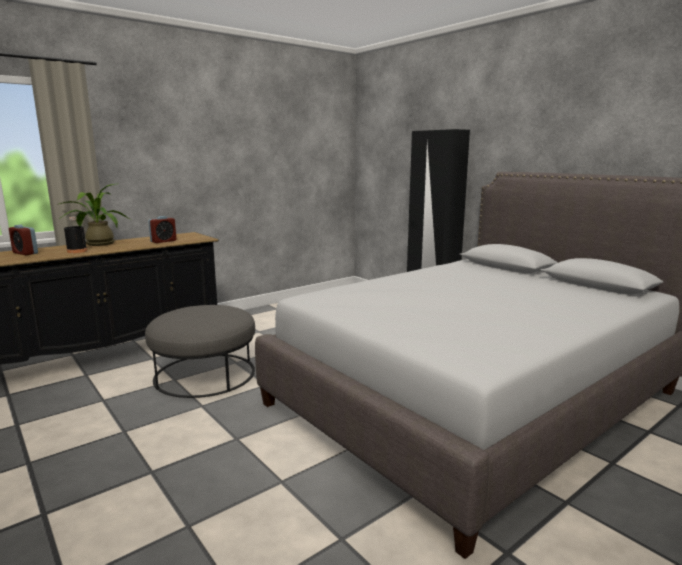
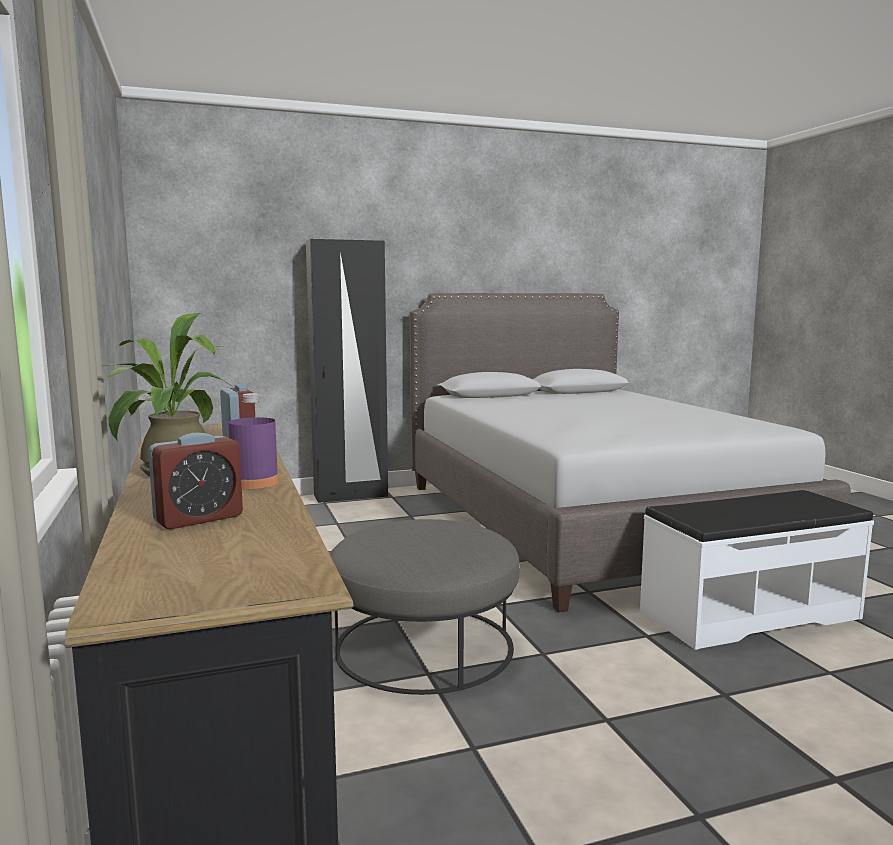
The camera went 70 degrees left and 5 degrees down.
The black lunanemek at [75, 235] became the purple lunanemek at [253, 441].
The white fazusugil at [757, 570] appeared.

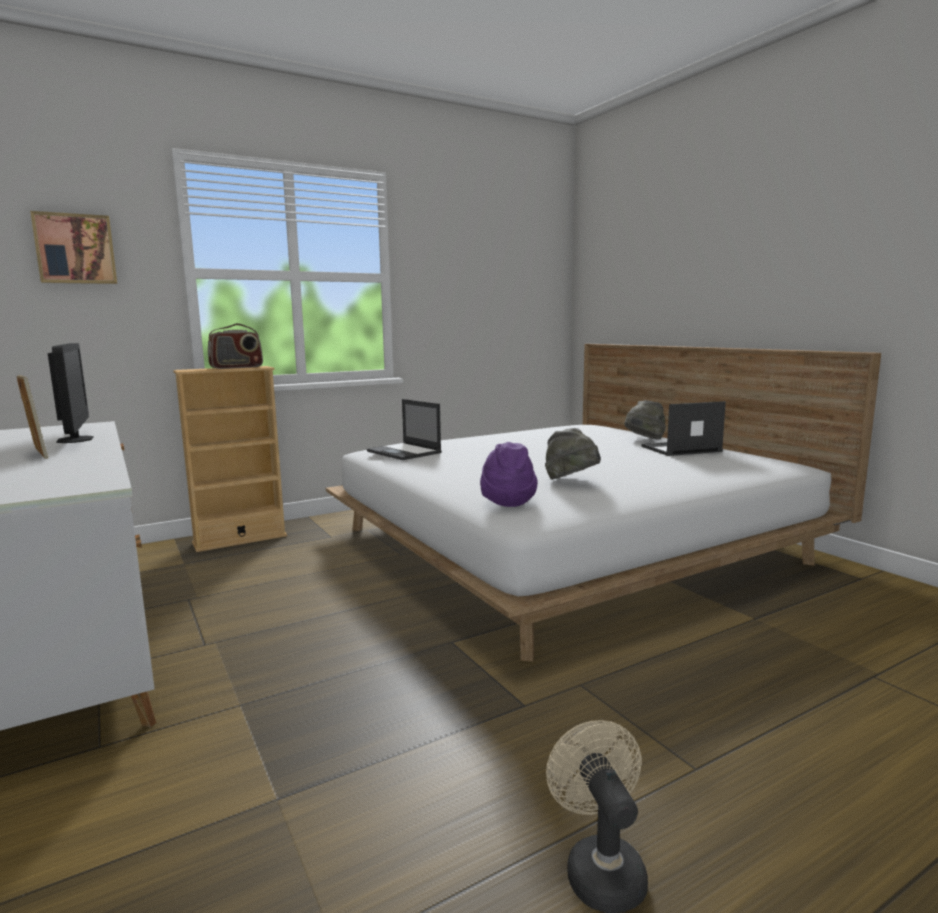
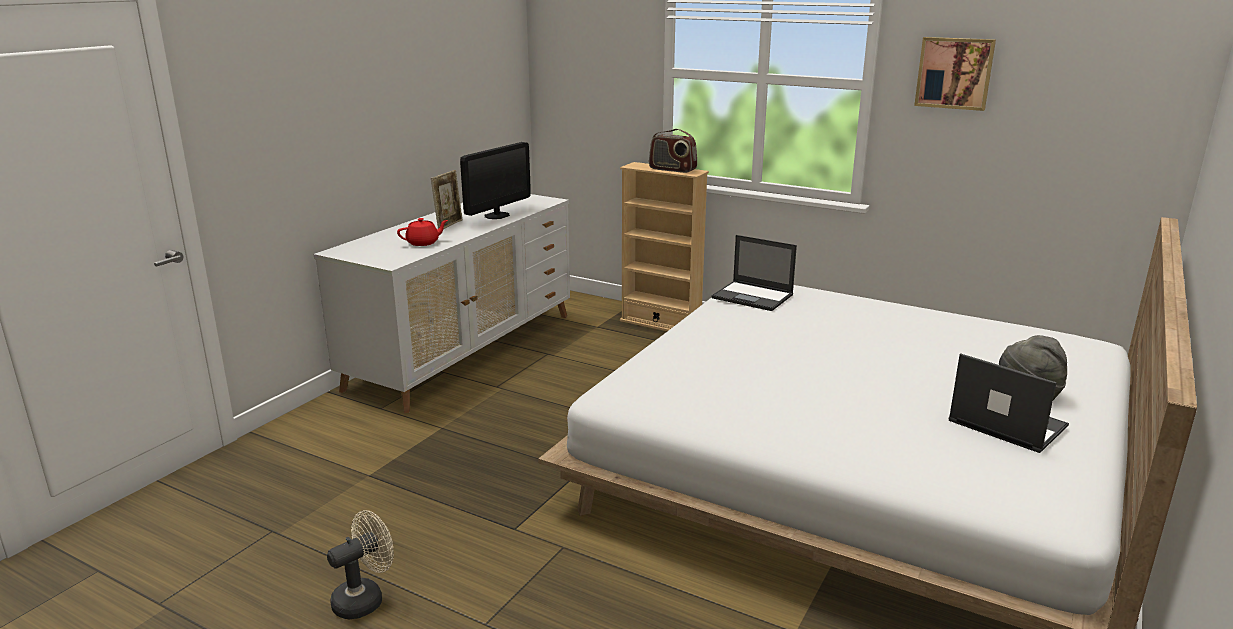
The camera went 60 degrees right and 10 degrees up.
The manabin moved from [73, 247] to [955, 74].
The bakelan at [404, 429] turned 75 degrees counterclockwise.
The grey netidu at [573, 454] disappeared.
The purple netidu at [508, 474] disappeared.
The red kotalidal at [422, 232] appeared.

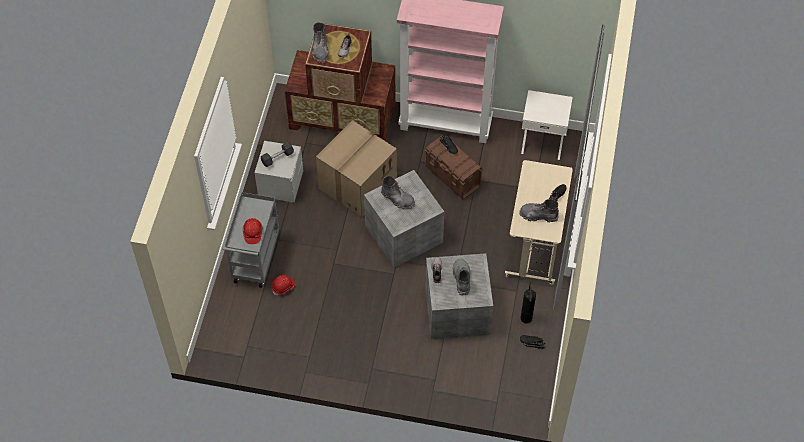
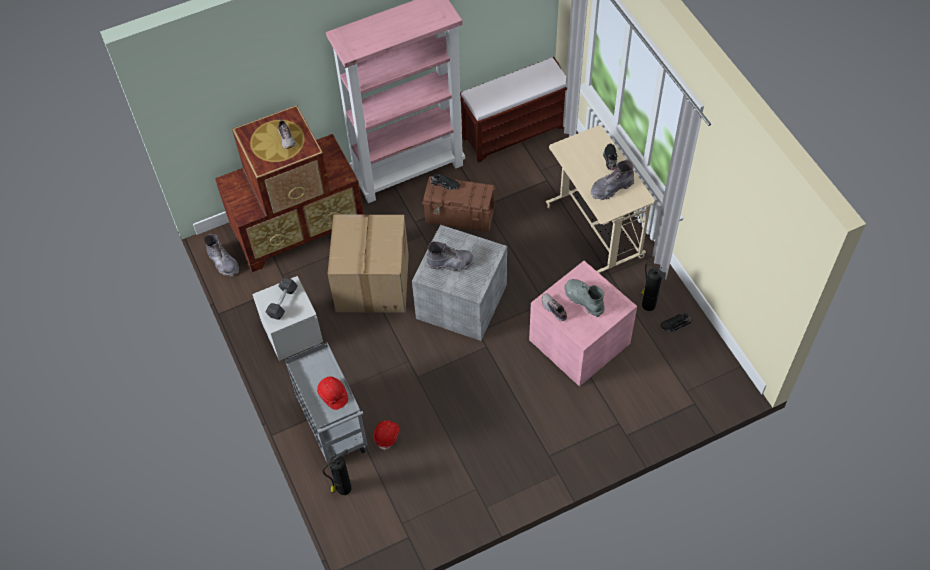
The camera went 35 degrees left and 0 degrees up.
The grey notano moved from [320, 42] to [221, 255].
The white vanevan at [547, 125] was replaced by the brown fazusugil at [513, 110].
The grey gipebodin at [459, 296] became the pink gipebodin at [583, 324].
The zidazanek at [337, 472] appeared.

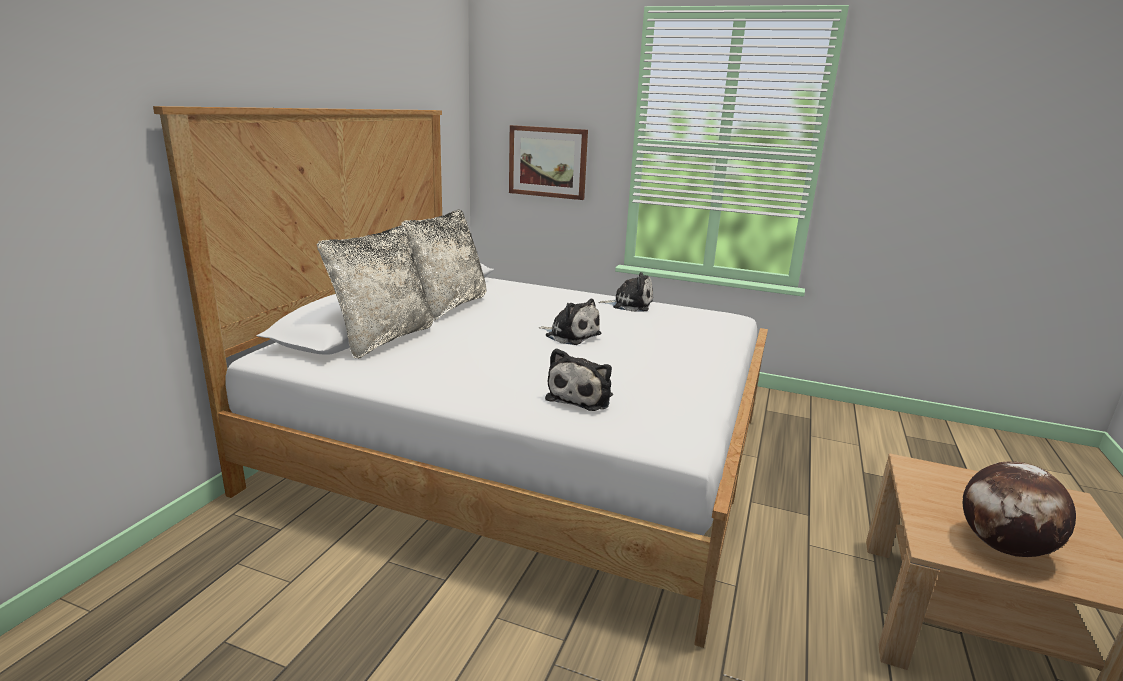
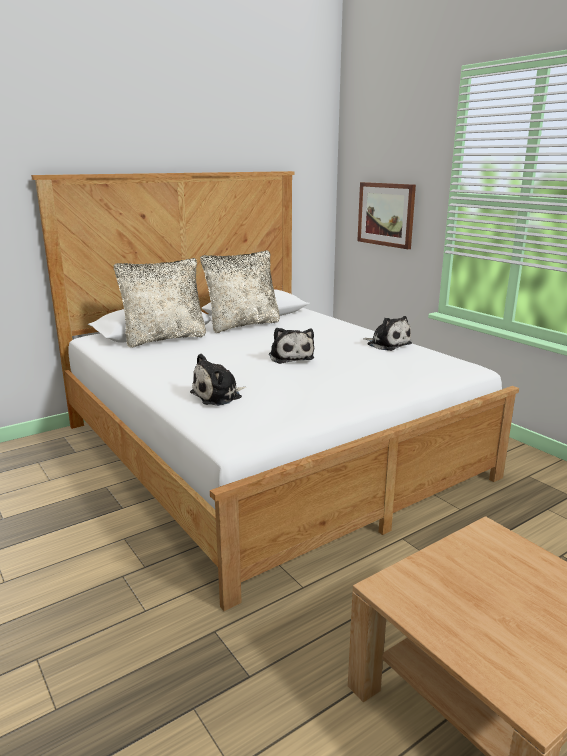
The camera went 35 degrees right and 0 degrees up.
The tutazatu at [1019, 509] disappeared.

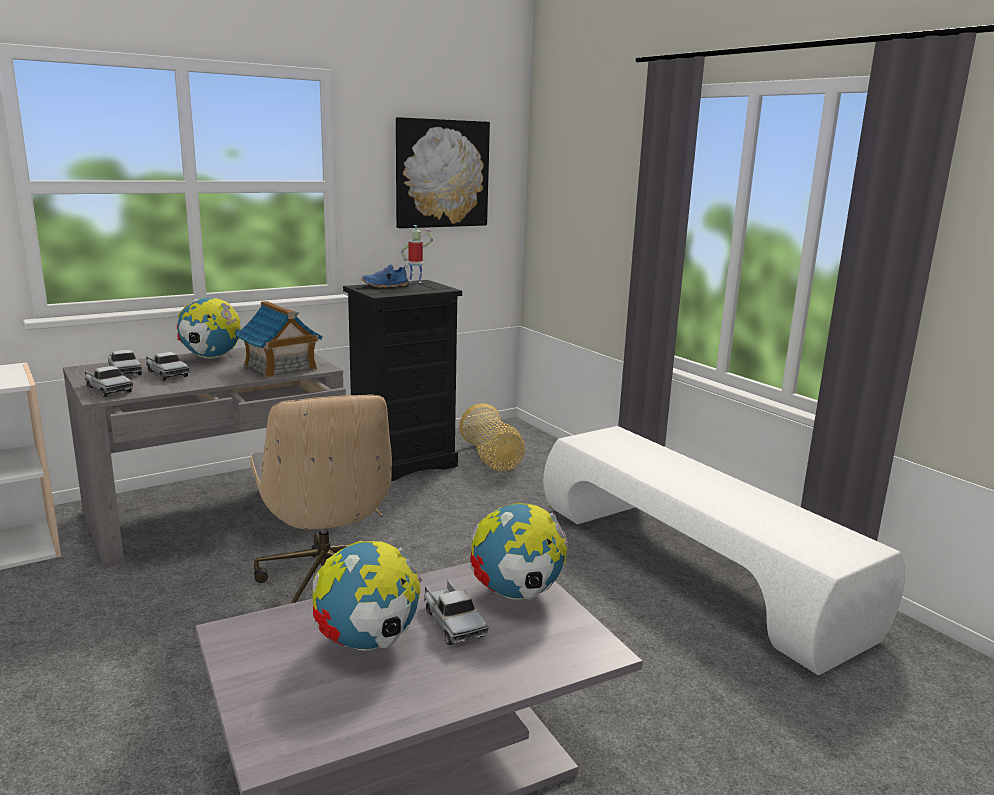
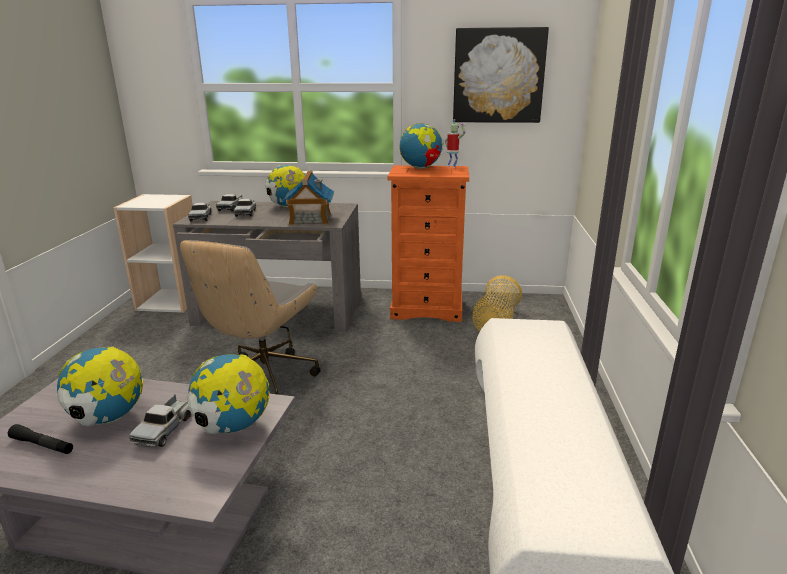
The camera went 40 degrees right and 5 degrees up.
The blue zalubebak at [385, 276] was replaced by the tutazatu at [421, 146].
The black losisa at [402, 380] became the orange losisa at [428, 243].
The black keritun at [40, 439] appeared.

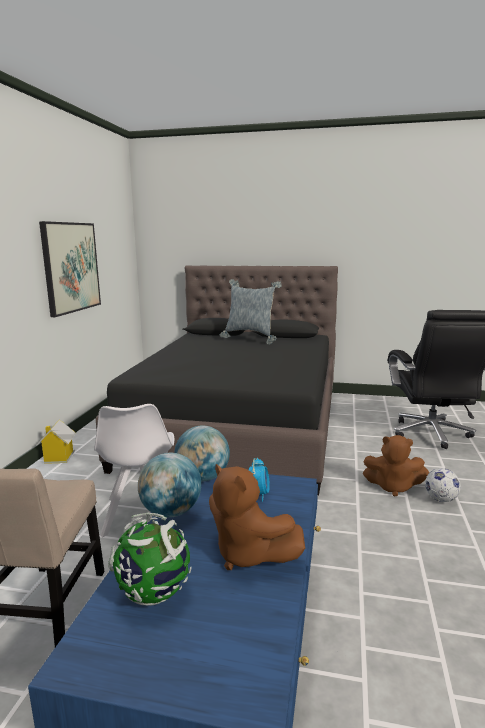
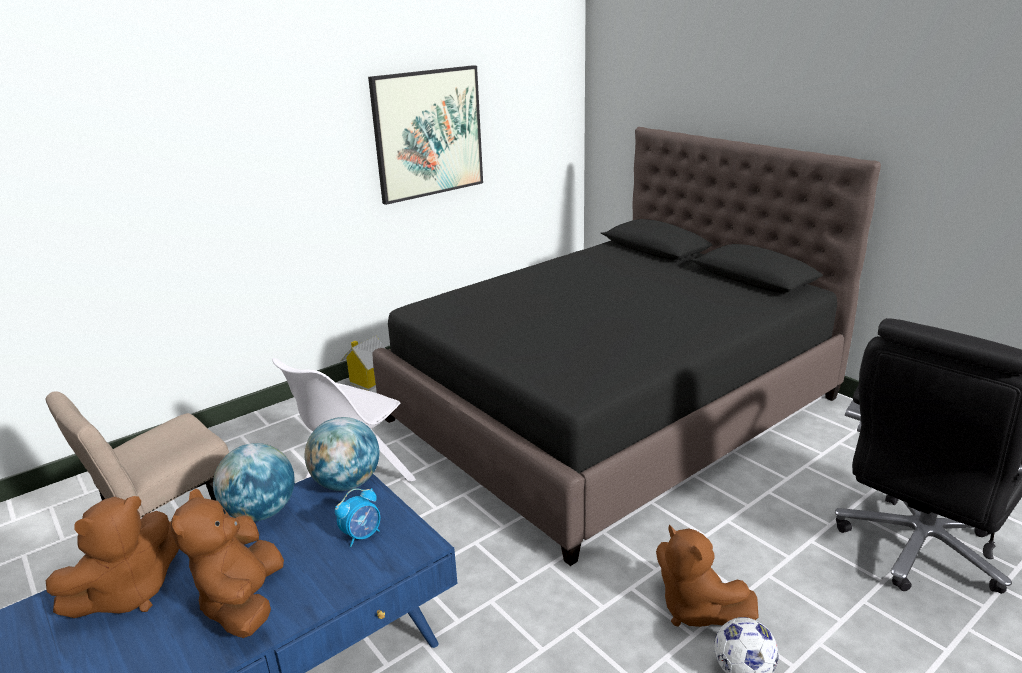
The camera went 40 degrees right and 10 degrees up.
The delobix at [250, 312] disappeared.
The tutazatu at [150, 559] was replaced by the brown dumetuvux at [112, 557].

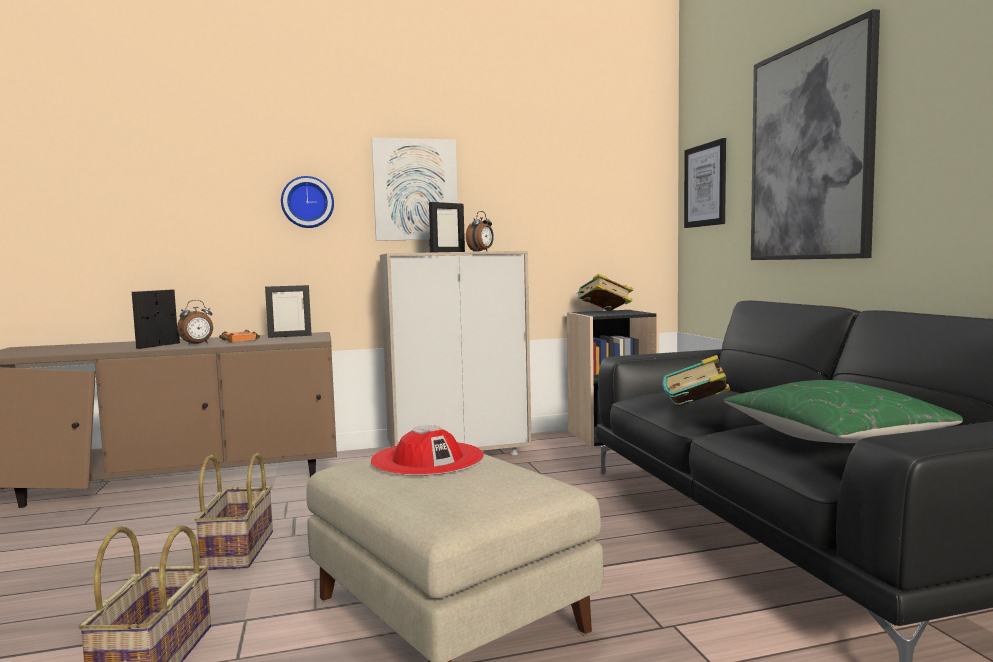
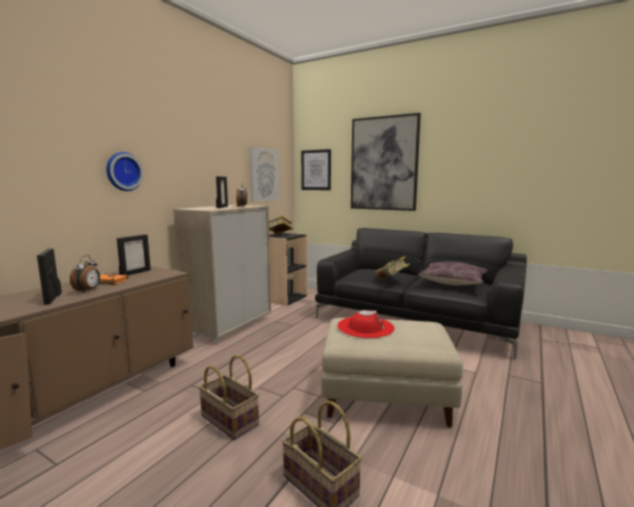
The camera went 45 degrees left and 5 degrees up.
The manabin moved from [415, 189] to [264, 174].
The green delobix at [843, 411] became the brown delobix at [452, 273].

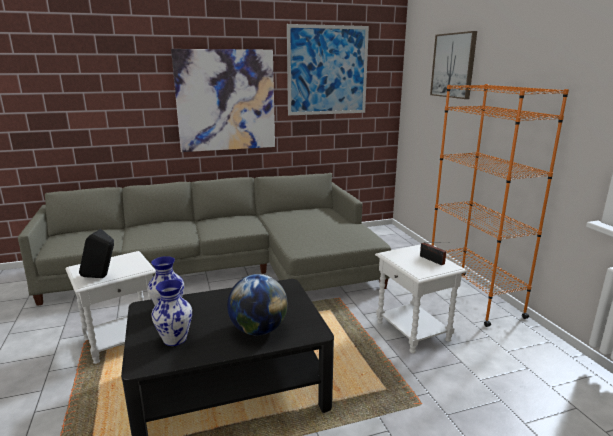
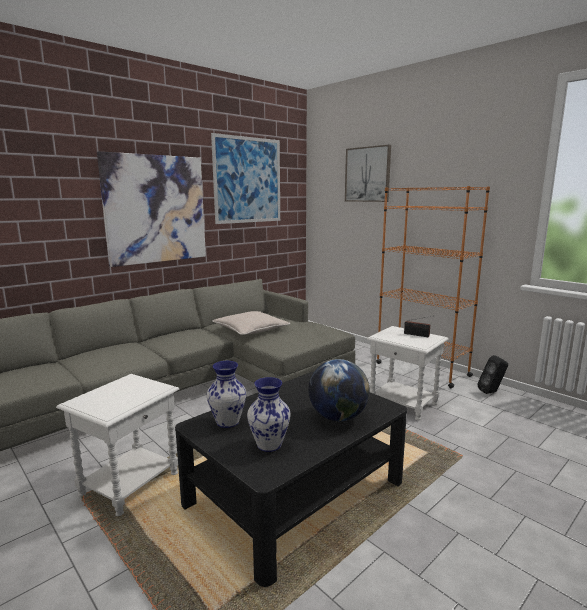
The camera went 25 degrees left and 5 degrees down.
The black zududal moved from [96, 253] to [492, 374].
The beige delobix at [251, 323] appeared.

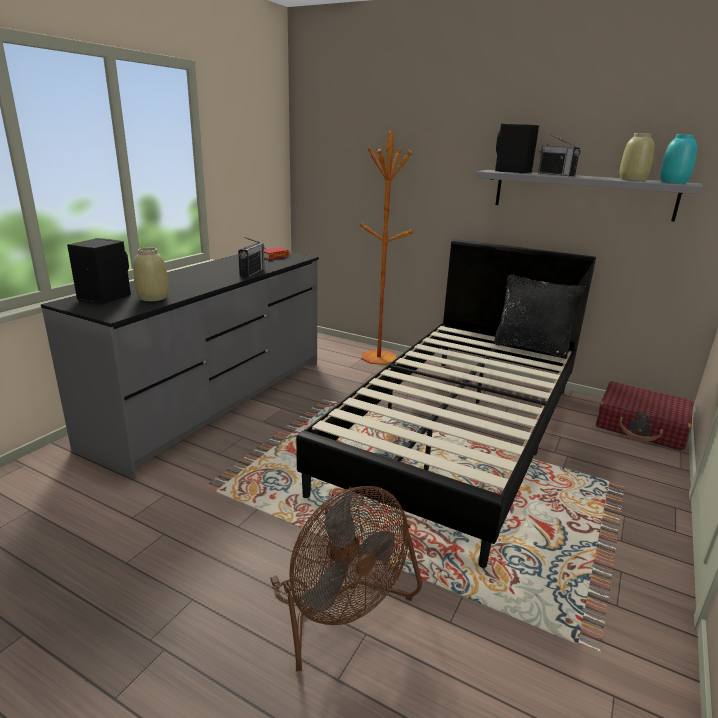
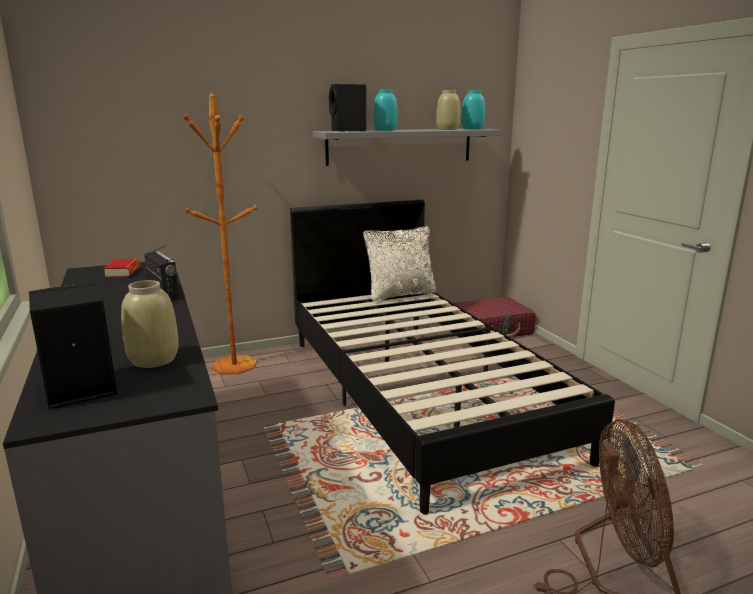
The camera went 50 degrees left and 5 degrees down.
The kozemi at [559, 155] was replaced by the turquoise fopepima at [385, 110].
The black delobix at [540, 315] became the beige delobix at [399, 264].

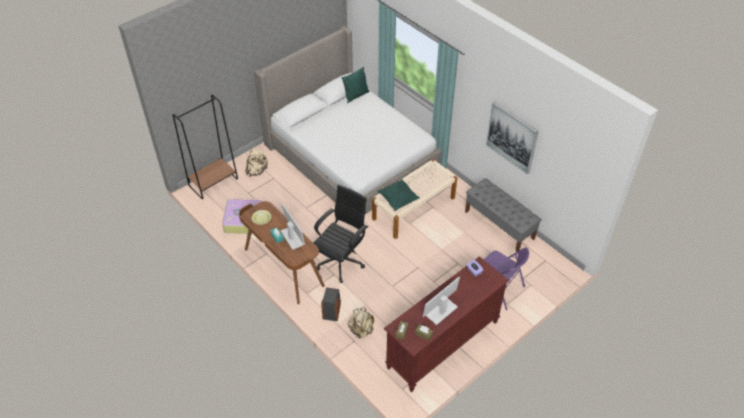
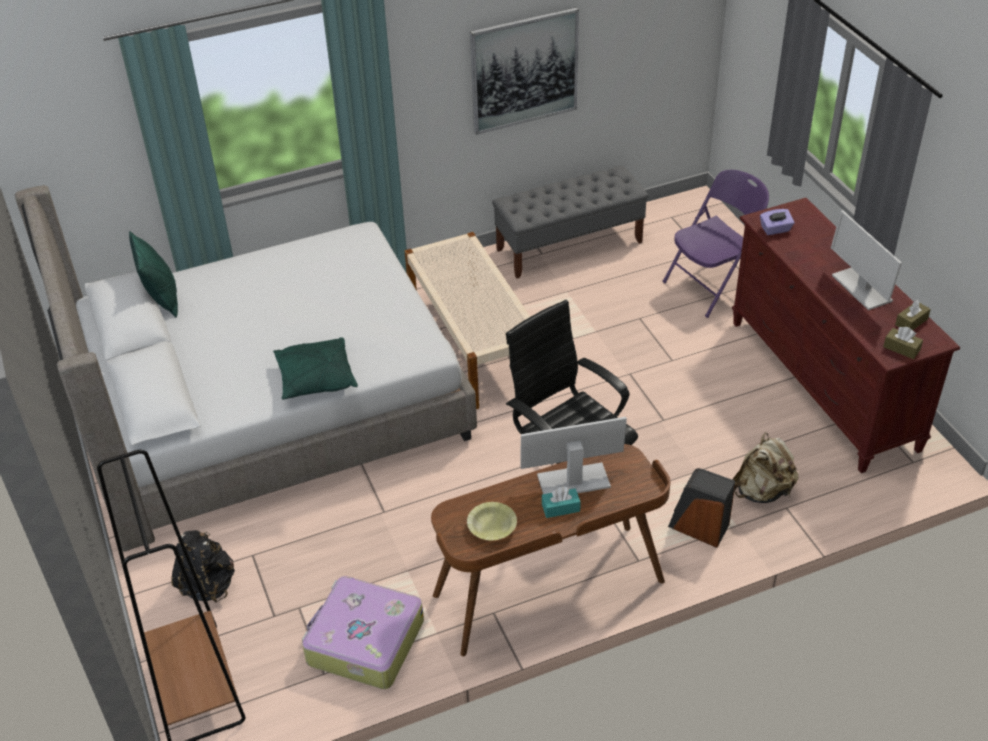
The camera went 70 degrees left and 5 degrees down.
The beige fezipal at [256, 162] became the black fezipal at [203, 566].
The green delobix moved from [399, 195] to [315, 369].

